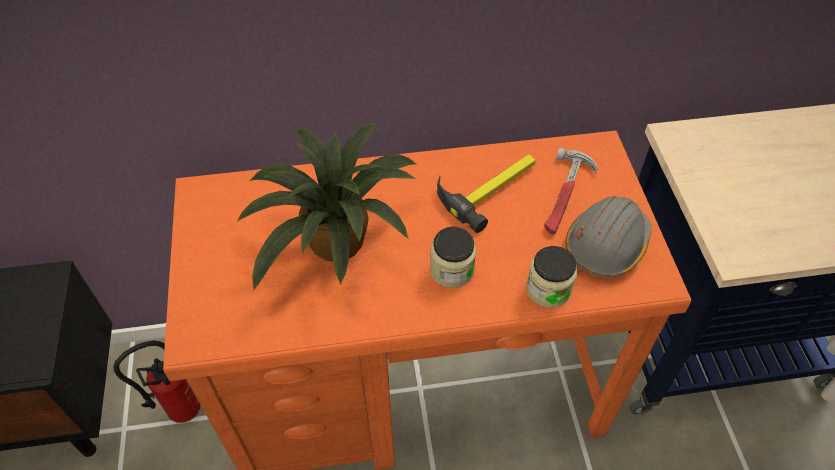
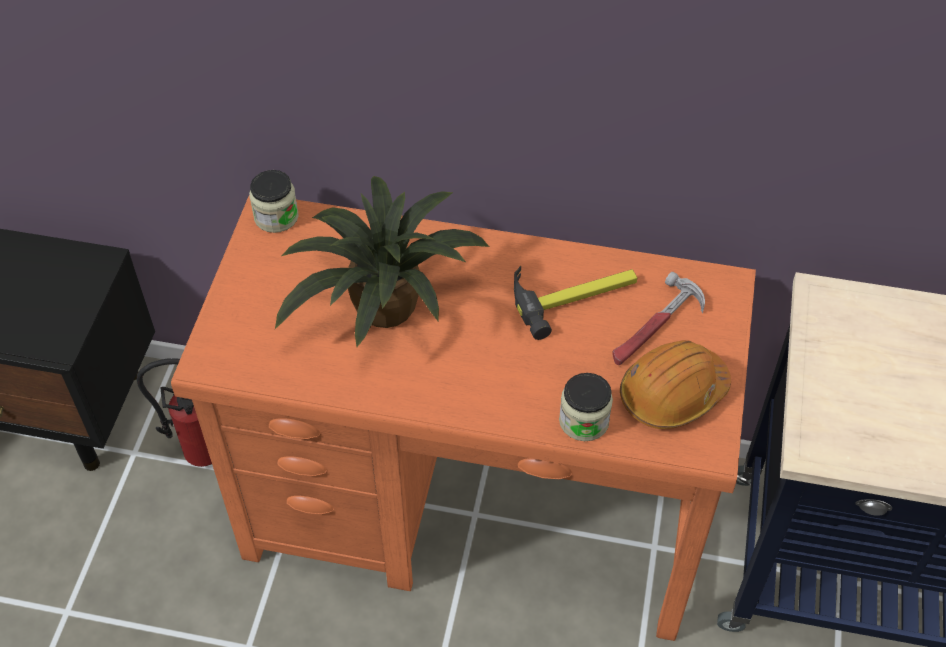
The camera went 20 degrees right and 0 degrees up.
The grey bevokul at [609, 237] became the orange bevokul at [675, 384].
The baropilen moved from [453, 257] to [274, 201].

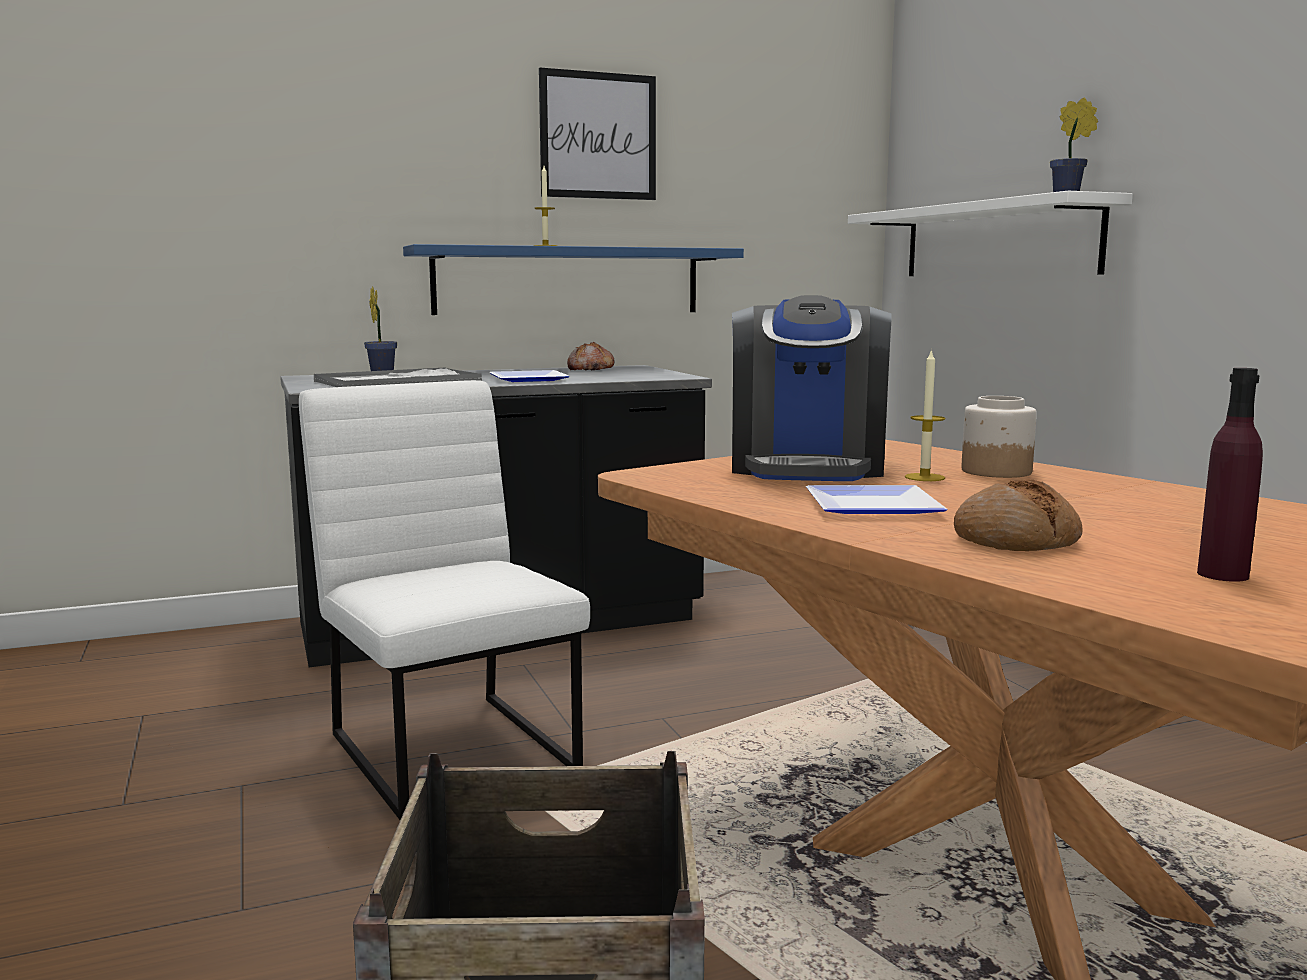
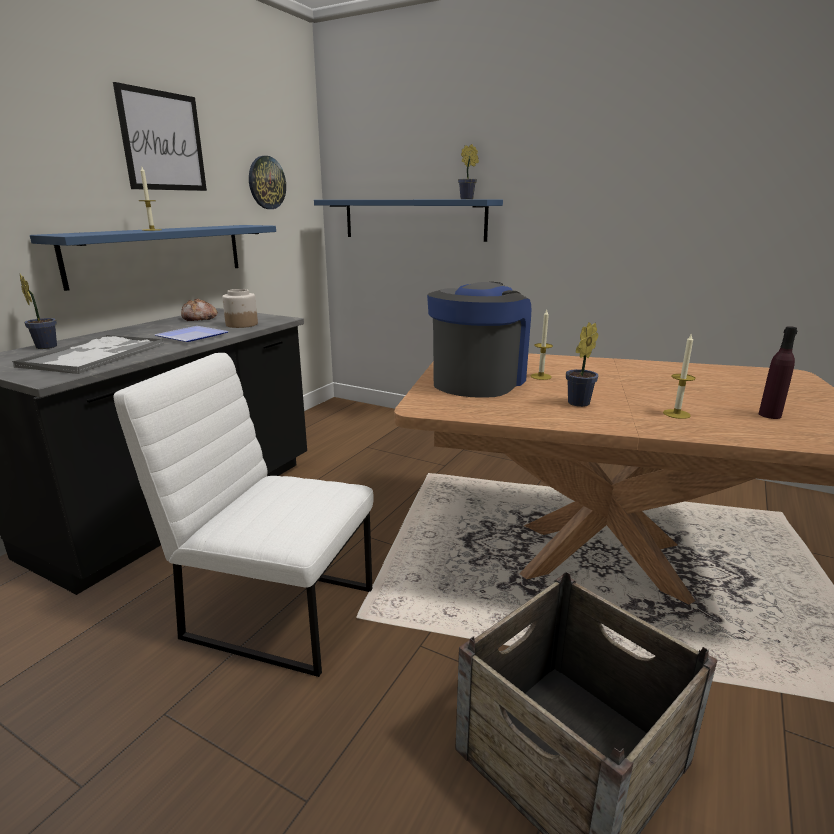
The camera went 40 degrees left and 10 degrees up.
The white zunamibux at [990, 233] became the blue zunamibux at [408, 220].
The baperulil at [812, 388] turned 120 degrees counterclockwise.
The baropilen moved from [999, 437] to [240, 308].
The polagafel at [1018, 515] was replaced by the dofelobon at [679, 376].
The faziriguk at [877, 499] was replaced by the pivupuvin at [582, 365].
The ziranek at [267, 182] appeared.

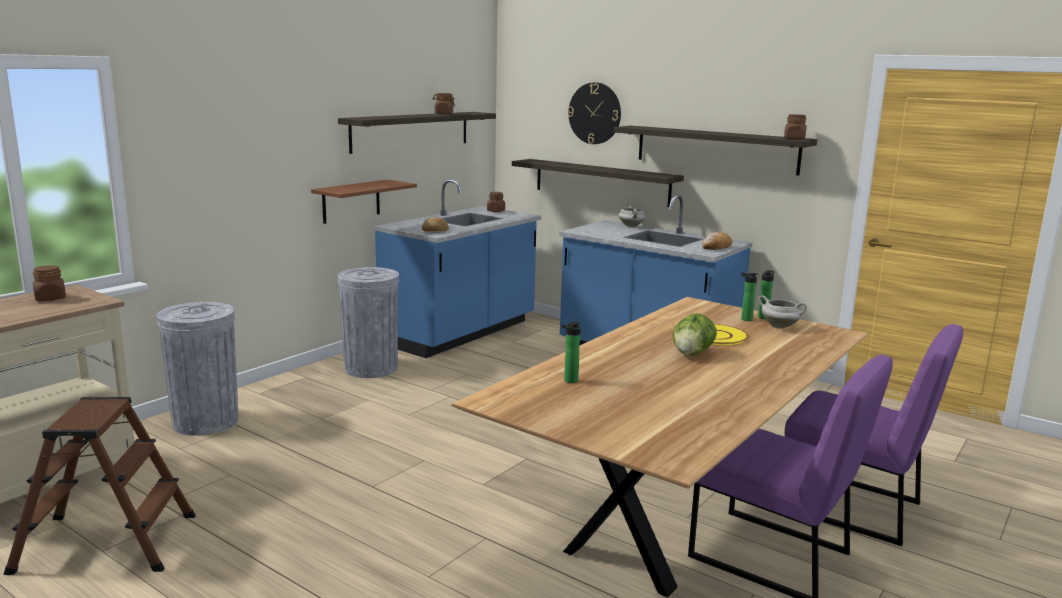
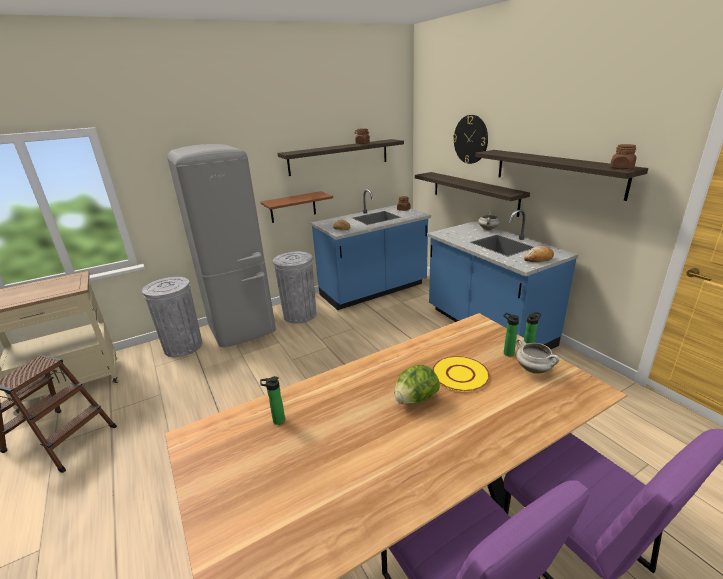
The camera went 25 degrees right and 10 degrees up.
The brown baropilen at [49, 283] disappeared.
The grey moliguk at [221, 246] appeared.

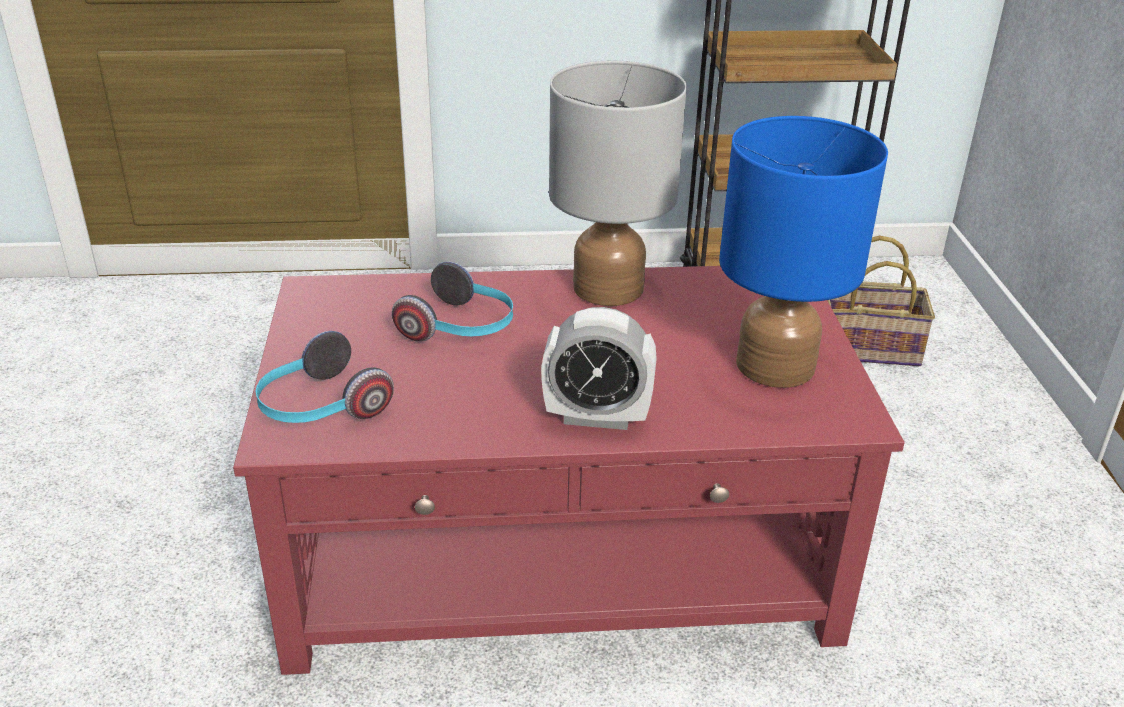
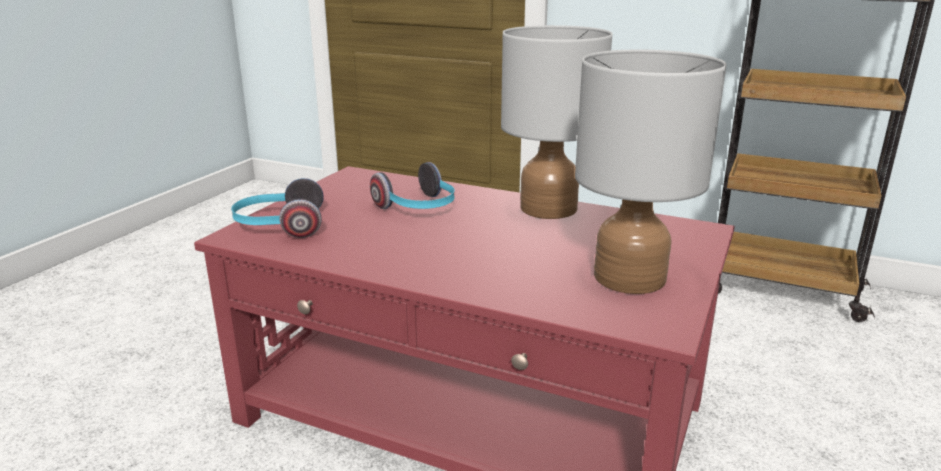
The camera went 30 degrees right and 10 degrees down.
The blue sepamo at [803, 252] became the grey sepamo at [651, 172].
The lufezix at [881, 300] disappeared.
The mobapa at [599, 368] disappeared.

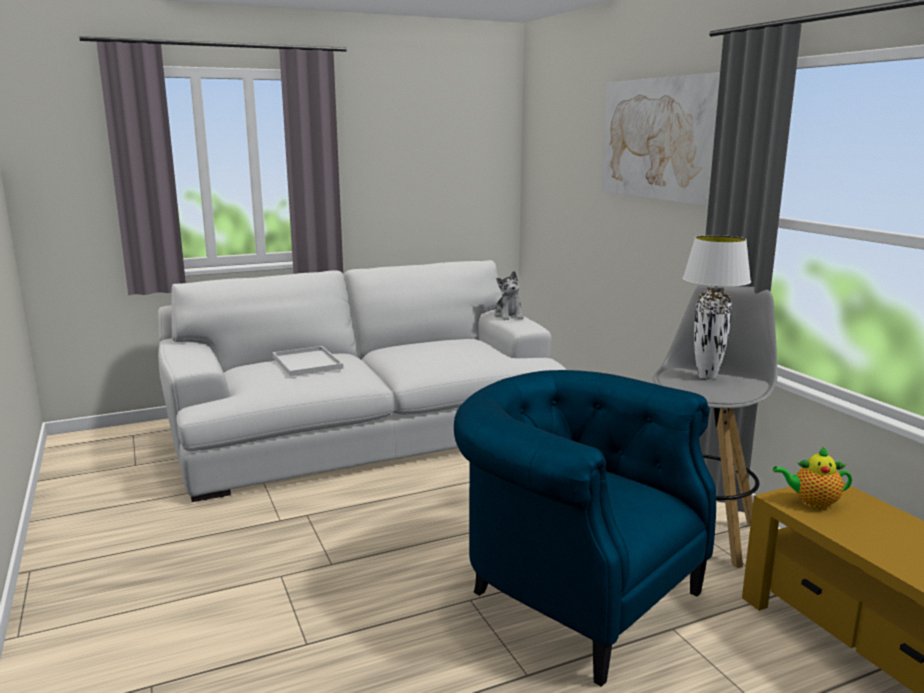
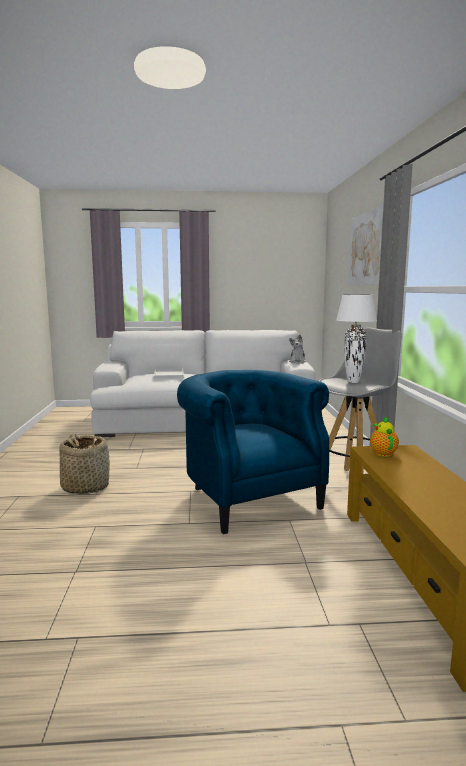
The camera went 20 degrees right and 5 degrees down.
The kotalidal at [812, 477] turned 60 degrees clockwise.
The lufezix at [84, 464] appeared.

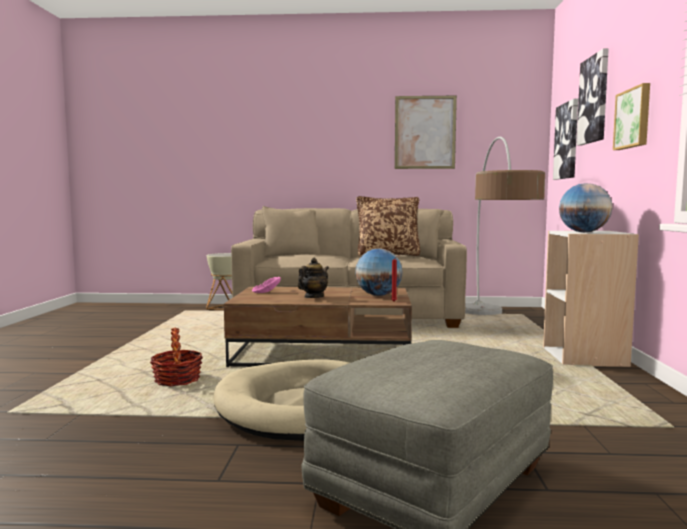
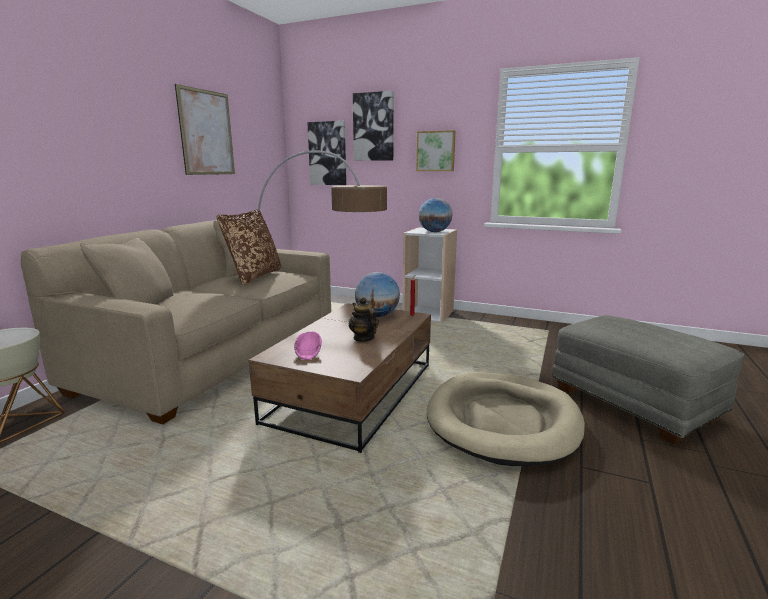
The camera went 70 degrees left and 10 degrees up.
The lufezix at [176, 357] disappeared.

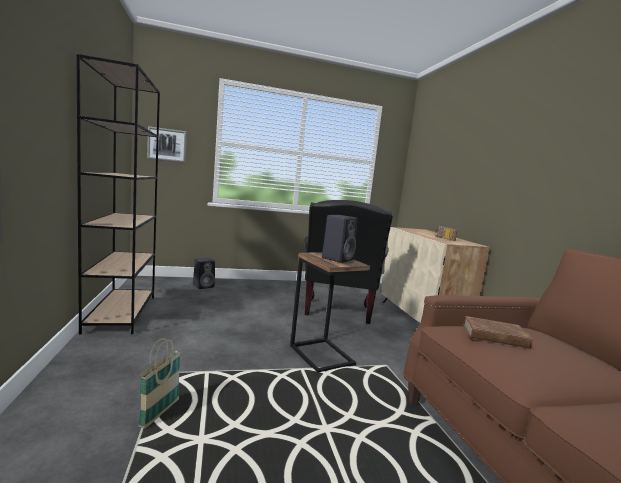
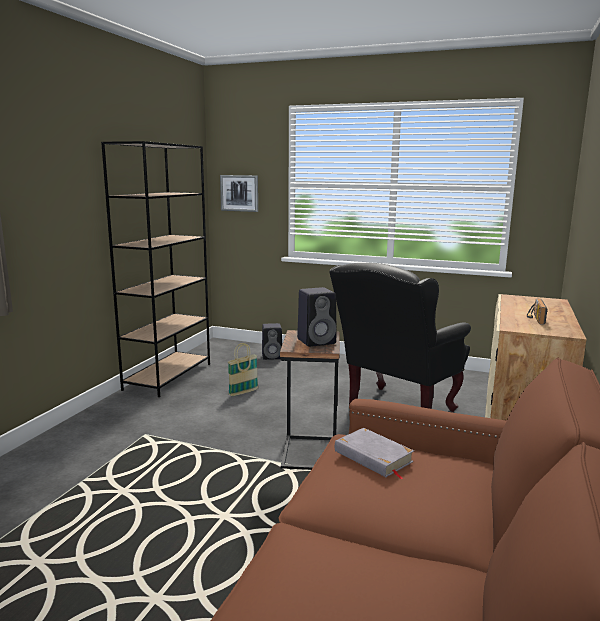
The camera went 35 degrees right and 5 degrees up.
The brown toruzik at [501, 332] became the grey toruzik at [374, 454].
The lufezix moved from [160, 383] to [243, 369].

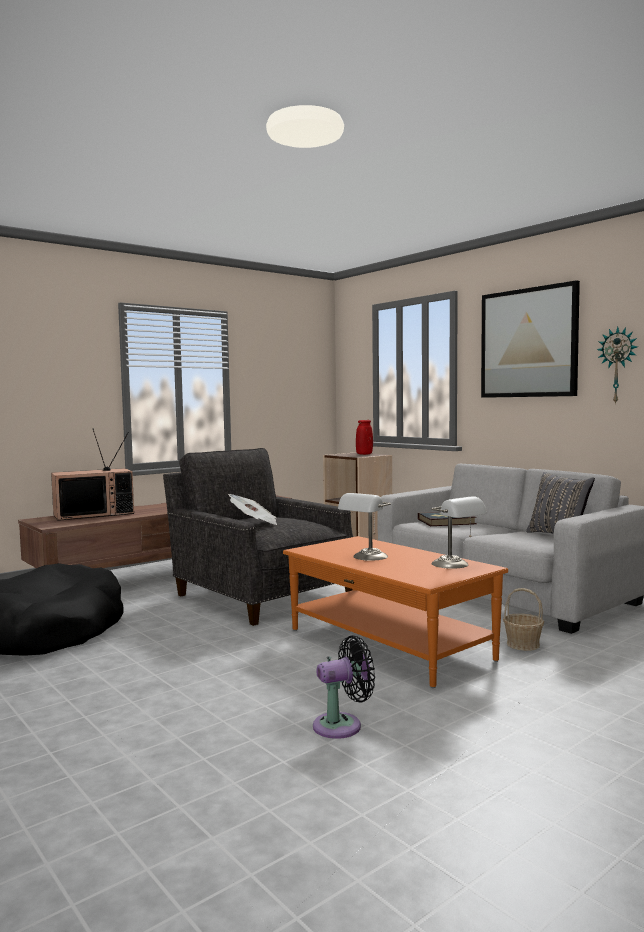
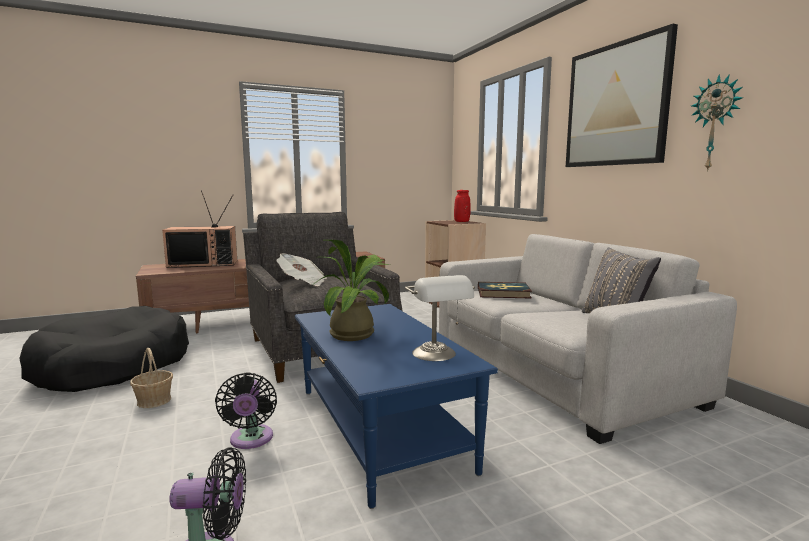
The camera went 15 degrees right and 5 degrees up.
The white sepamo at [364, 527] was replaced by the pivupuvin at [352, 290].
The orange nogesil at [395, 612] became the blue nogesil at [396, 406].
The lufezix moved from [523, 619] to [151, 378].
The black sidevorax at [246, 411] appeared.

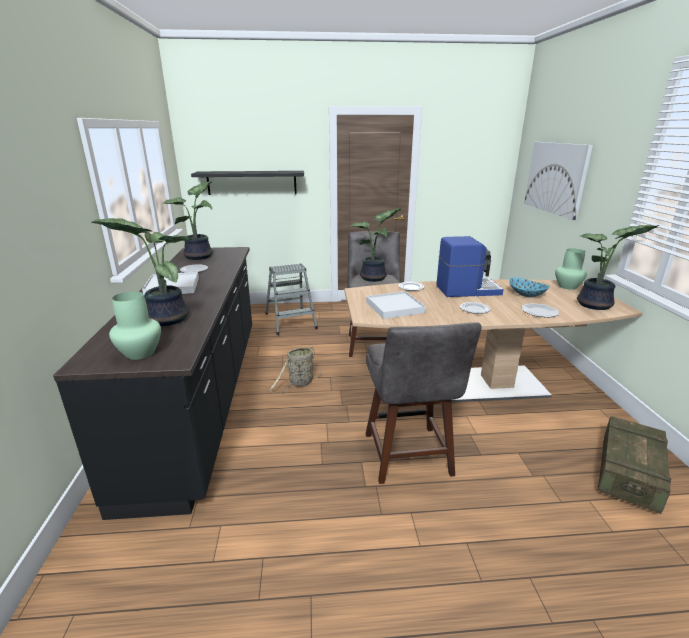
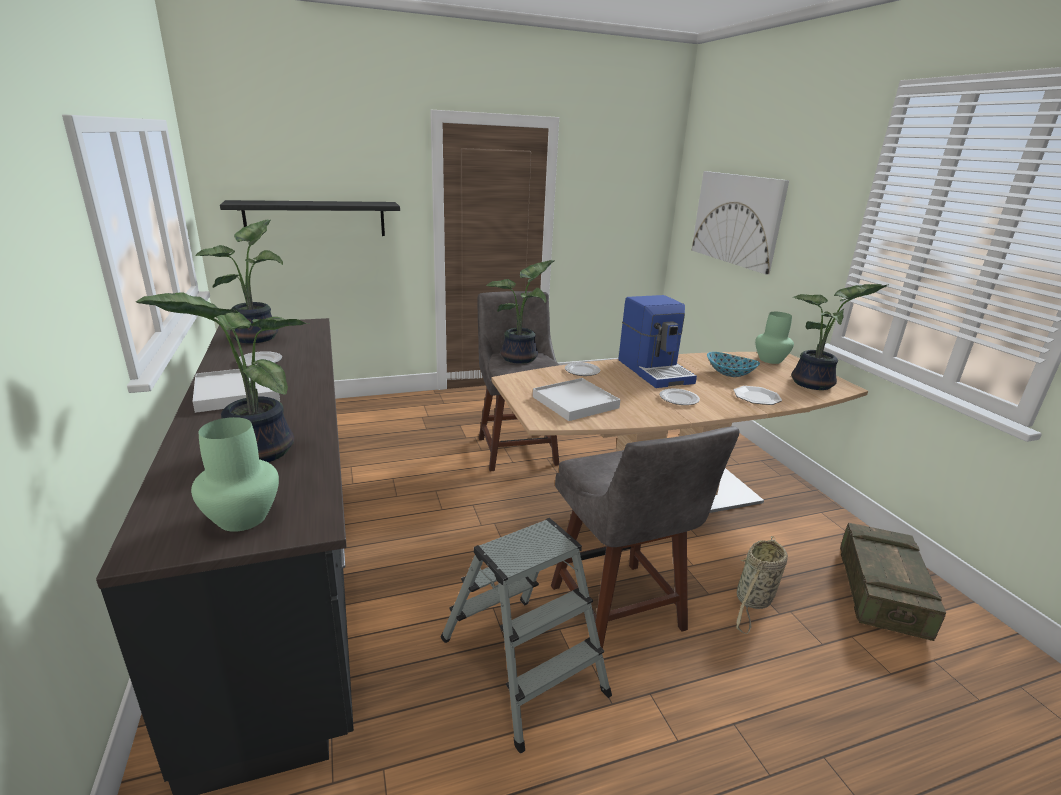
The camera went 15 degrees left and 0 degrees up.
The baperulil at [470, 266] turned 90 degrees clockwise.
The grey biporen moved from [291, 299] to [526, 635].
The lufezix moved from [296, 370] to [762, 585].

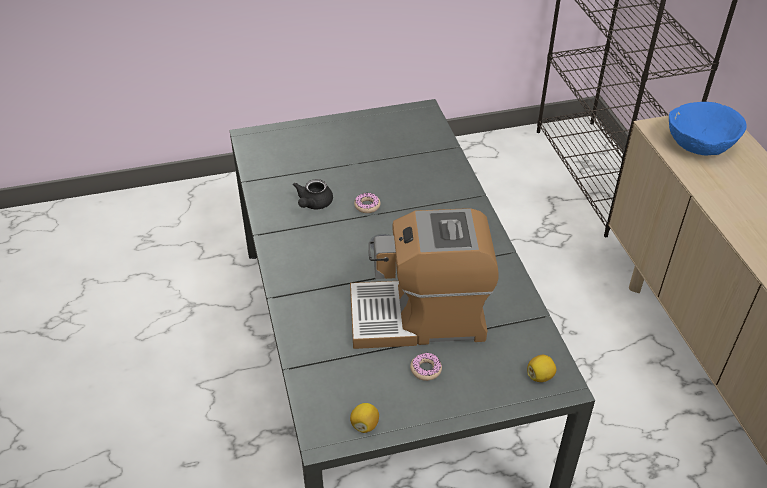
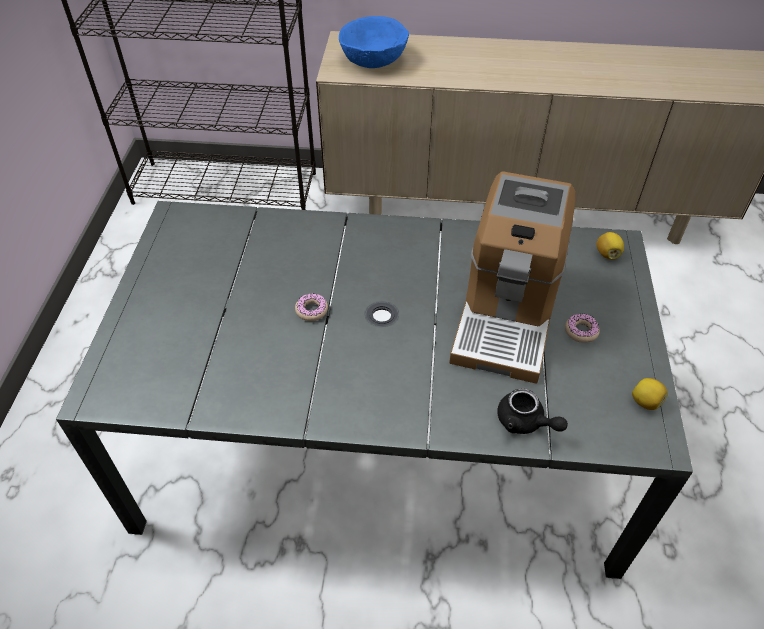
The camera went 70 degrees left and 5 degrees up.
The black kotalidal moved from [313, 194] to [532, 411].

